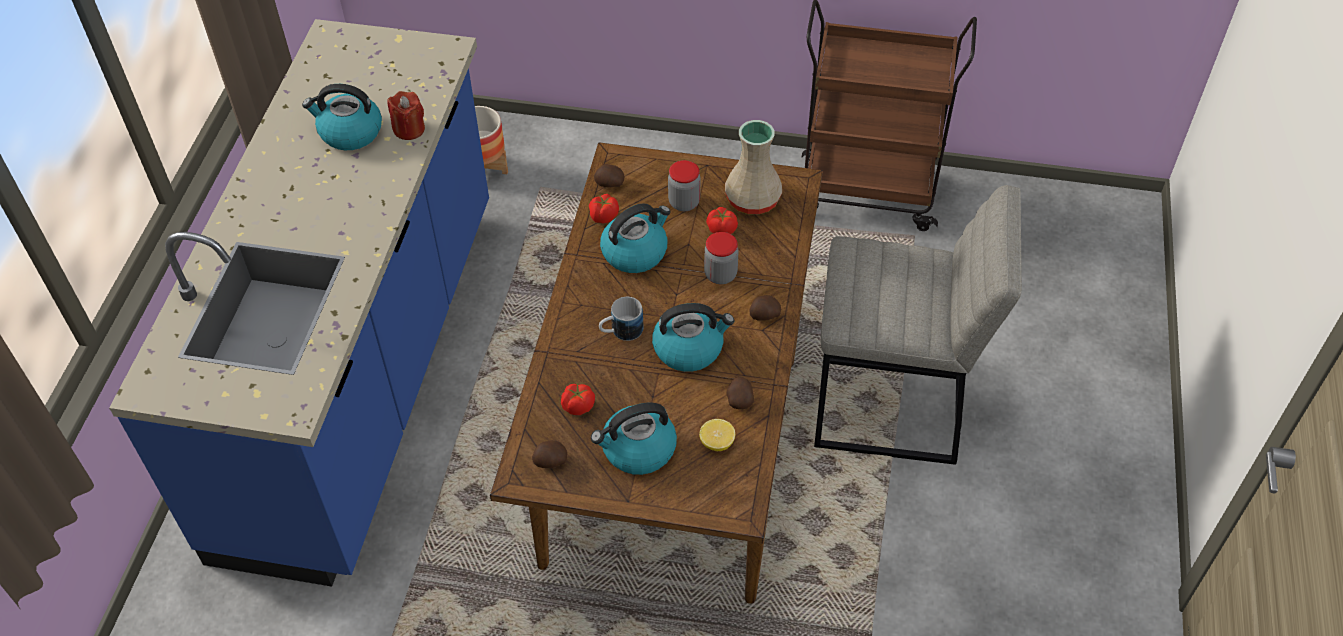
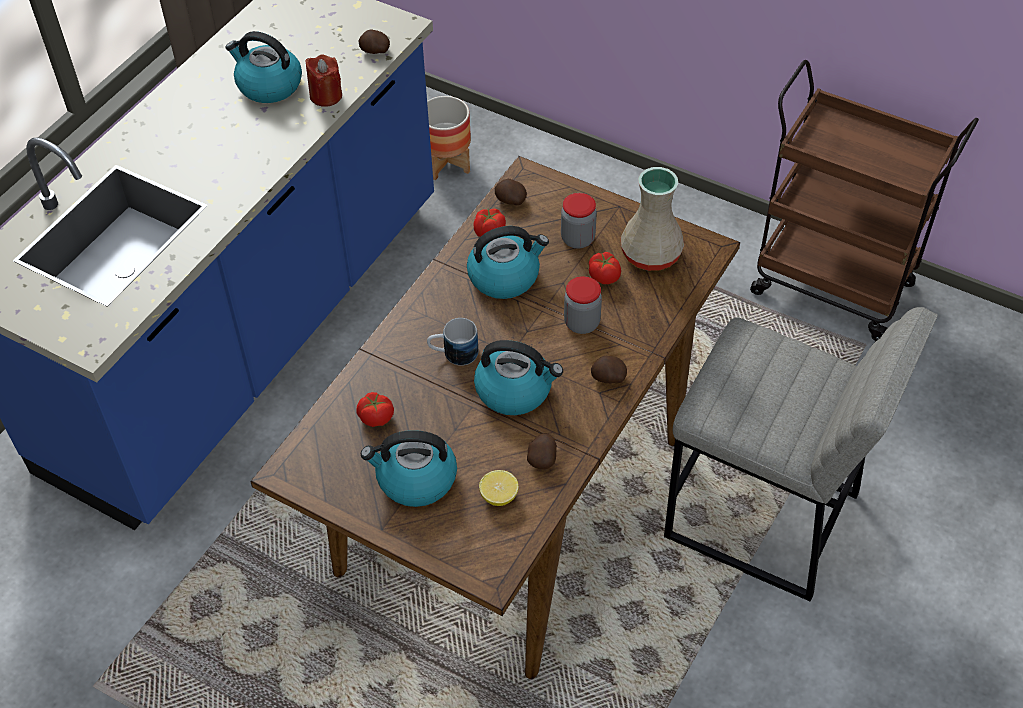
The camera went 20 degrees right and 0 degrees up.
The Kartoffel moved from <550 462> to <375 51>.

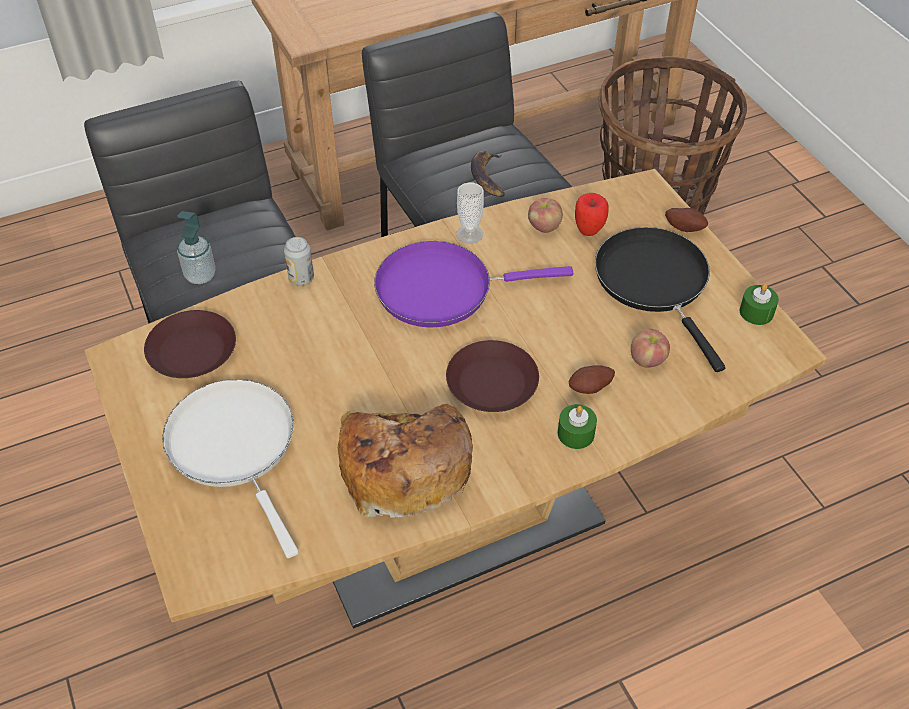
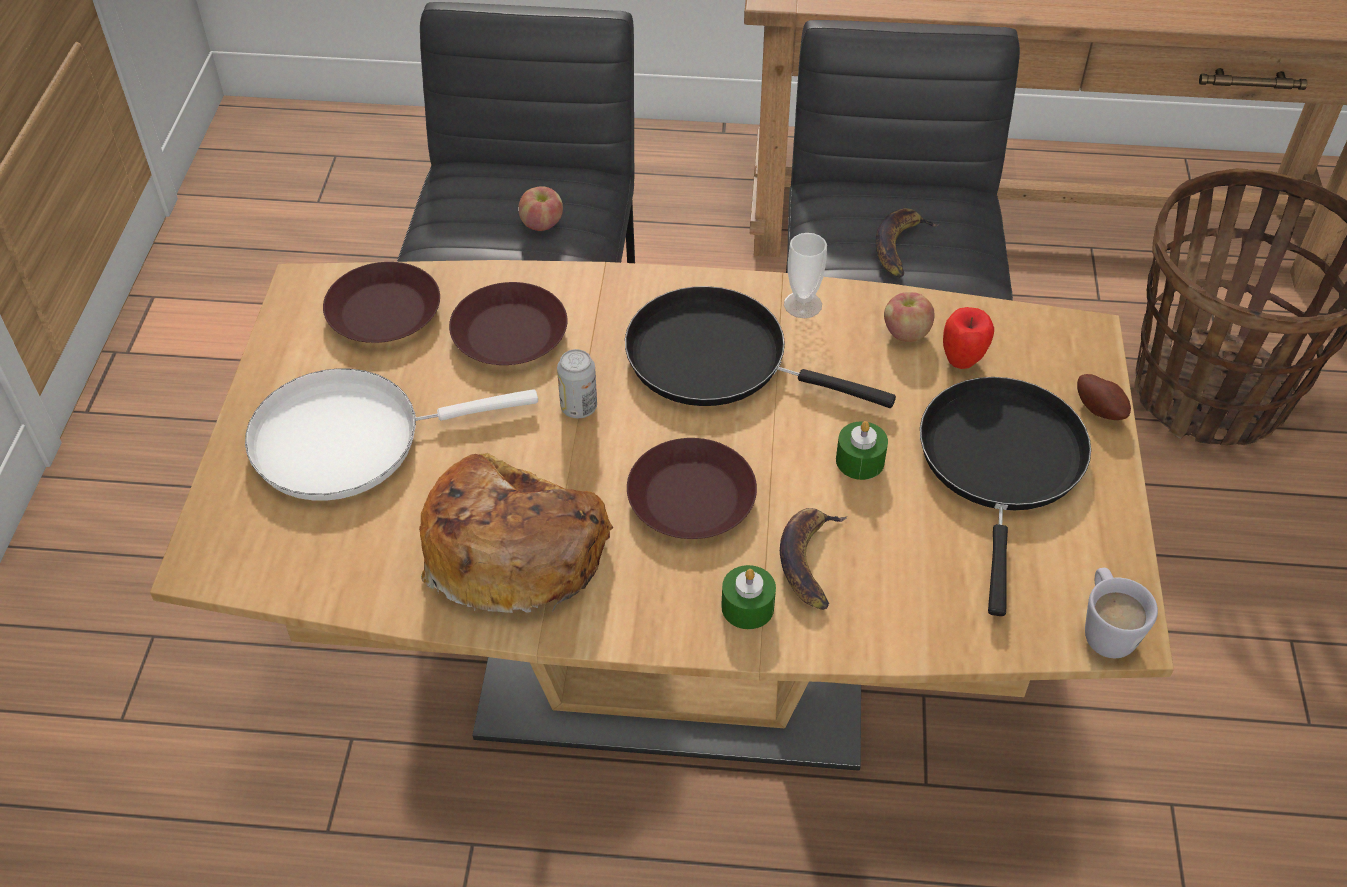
The camera went 30 degrees right and 0 degrees up.
The Seifenspender at <200 275> disappeared.
The Dose moved from <301 278> to <579 407>.
The Pfanne/lila at <442 289> became the Pfanne/schwarz at <718 358>.
The Kerze/grün moved from <756 312> to <860 460>.
The Apfel moved from <647 359> to <542 224>.
The Kartoffel at <590 388> was replaced by the Banane at <810 560>.
The Pfanne/weiß at <235 447> turned 105 degrees counterclockwise.
The Teller/braun at <508 334> appeared.
The Henkelbecher/weiß at <1105 629> appeared.

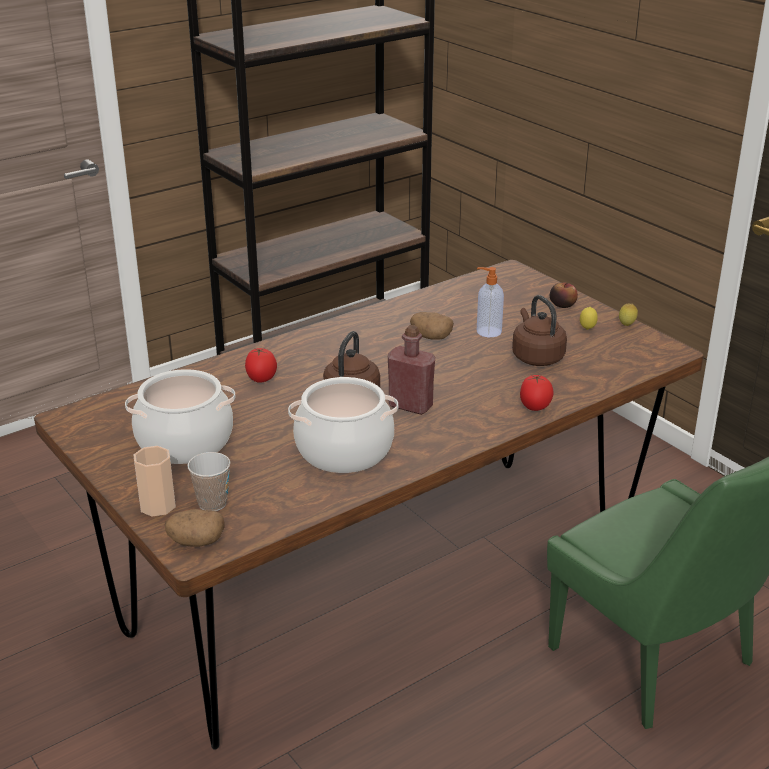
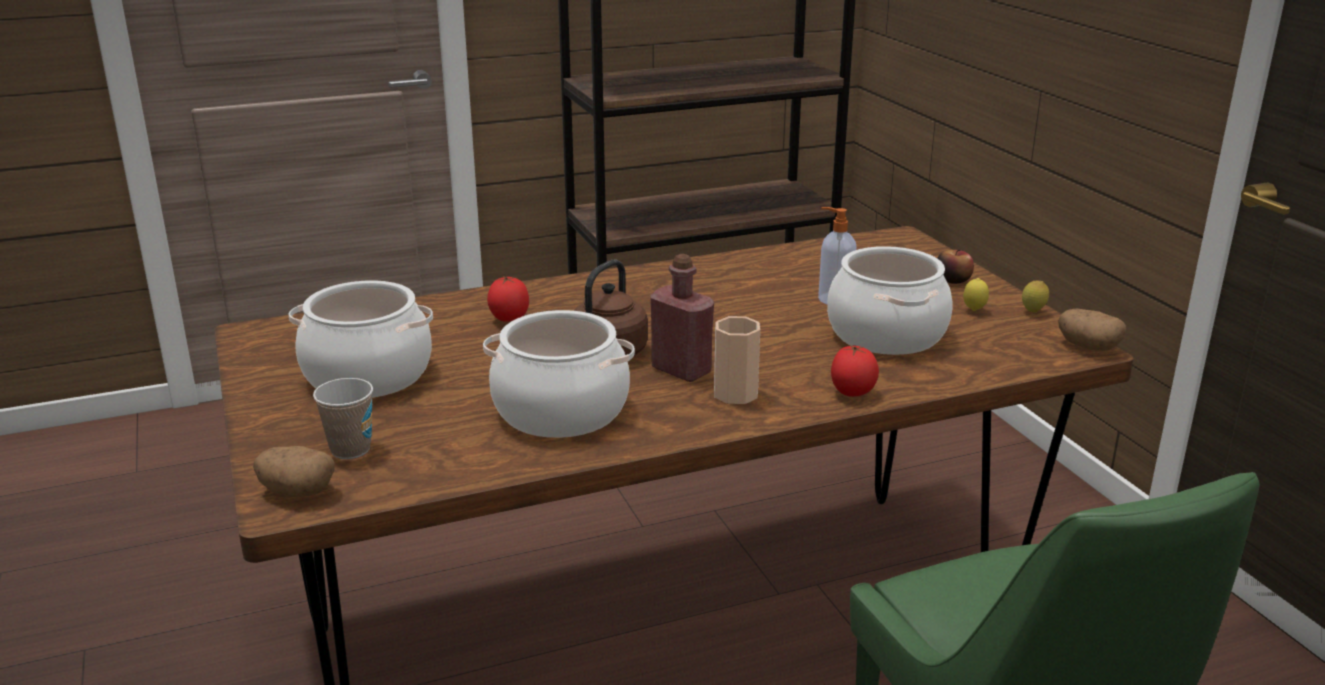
The camera went 15 degrees right and 5 degrees down.
The Wasserkessel/braun at <536 356> was replaced by the Kochtopf at <885 334>.
The Kartoffel moved from <431 337> to <1087 347>.
The Tasse moved from <157 506> to <735 394>.

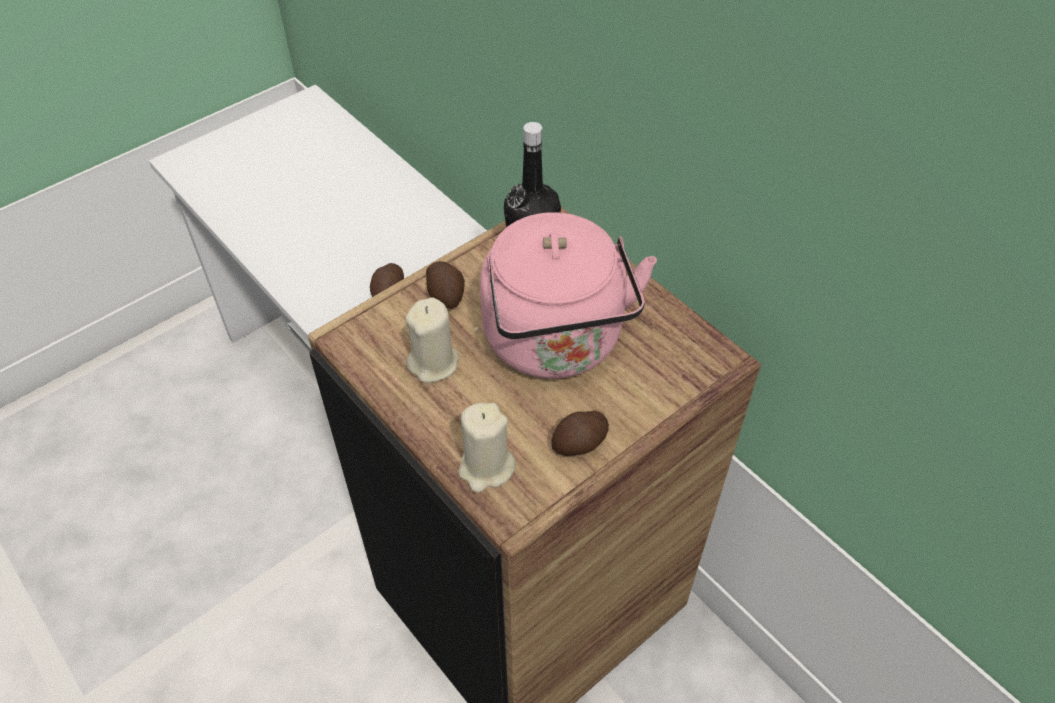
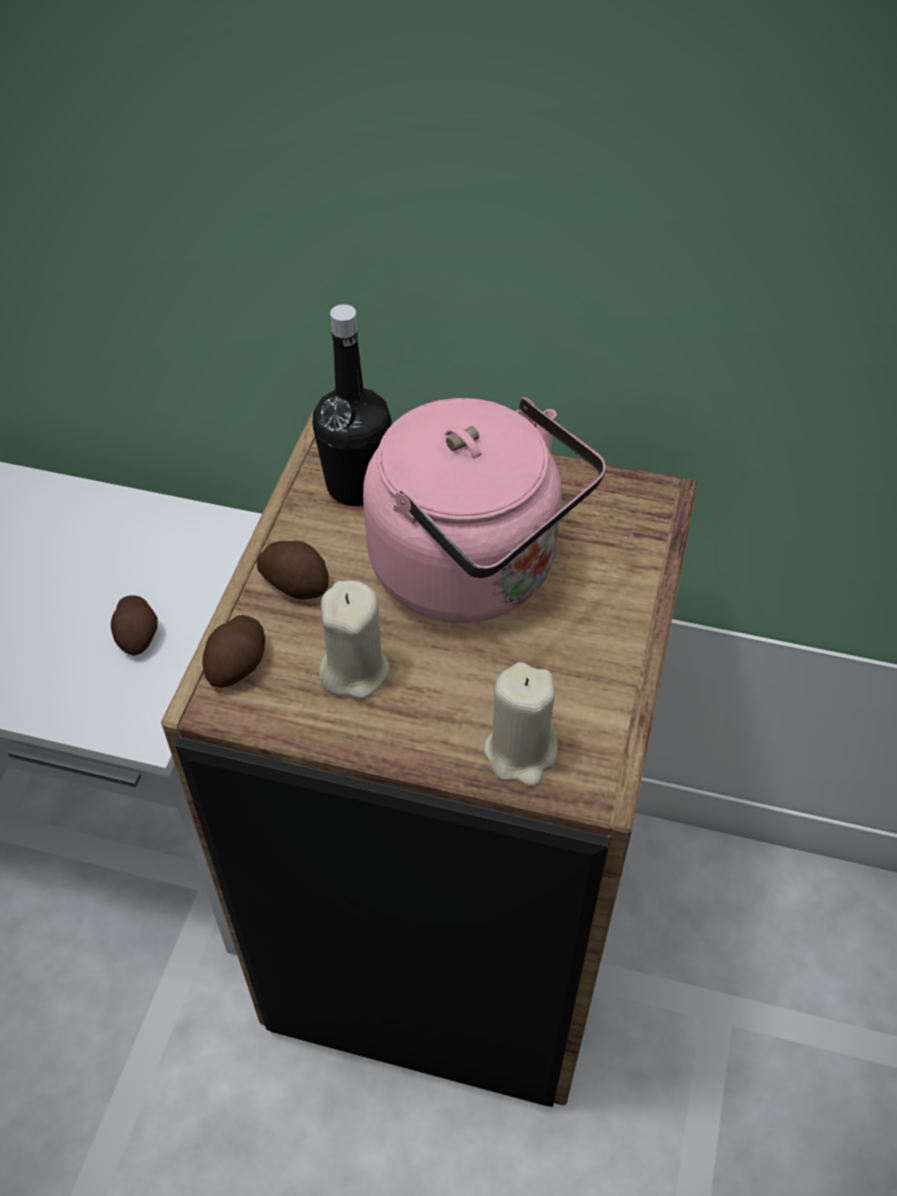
The camera went 35 degrees left and 0 degrees up.
The Kartoffel moved from <581 443> to <239 664>.

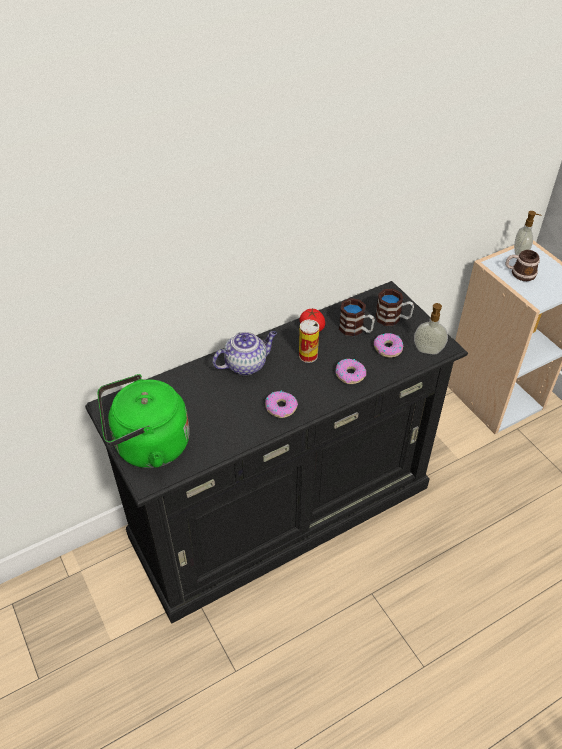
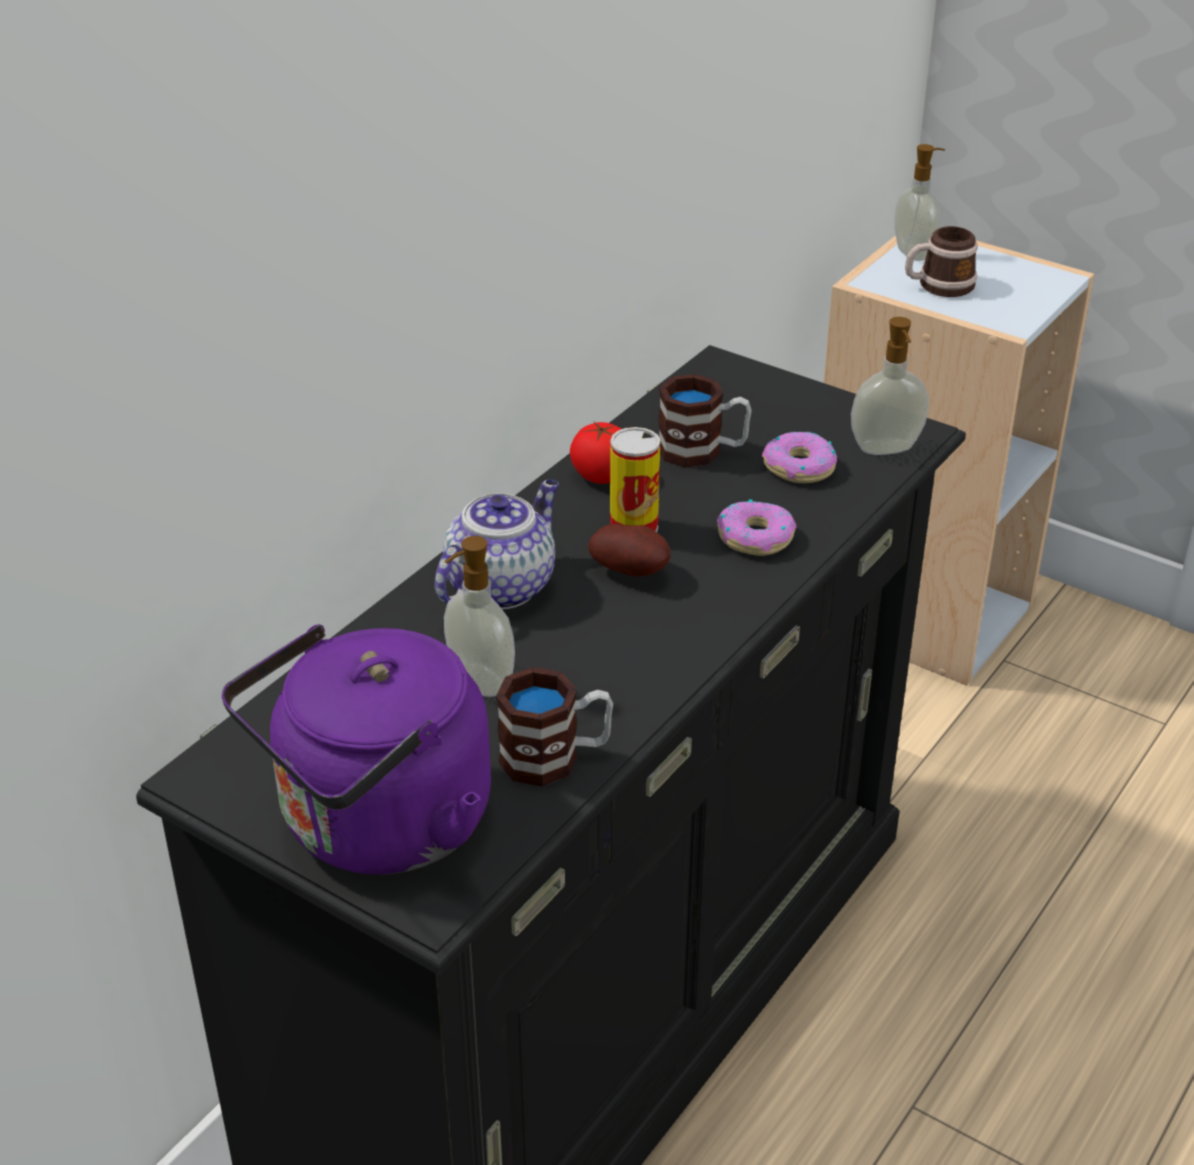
The camera went 25 degrees left and 10 degrees down.
The Henkelbecher moved from <393 319> to <556 757>.
The Wasserkessel/grün at <147 446> became the Wasserkessel/lila at <376 827>.
The Donut at <281 407> disappeared.
The Kartoffel at <632 572> appeared.
The Seifenspender at <478 682> appeared.

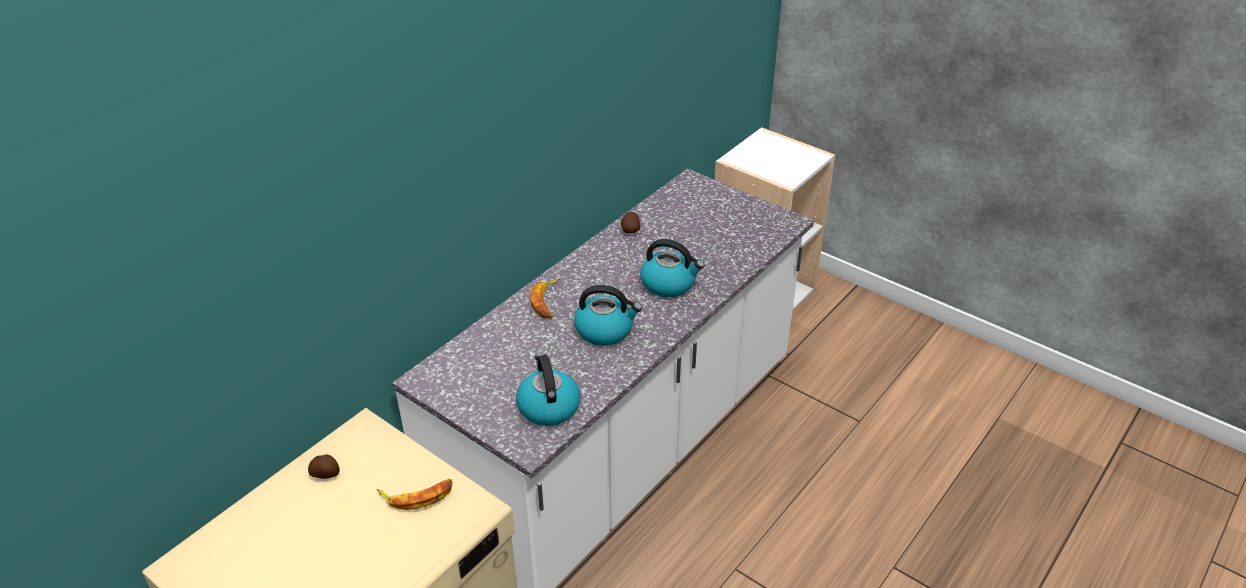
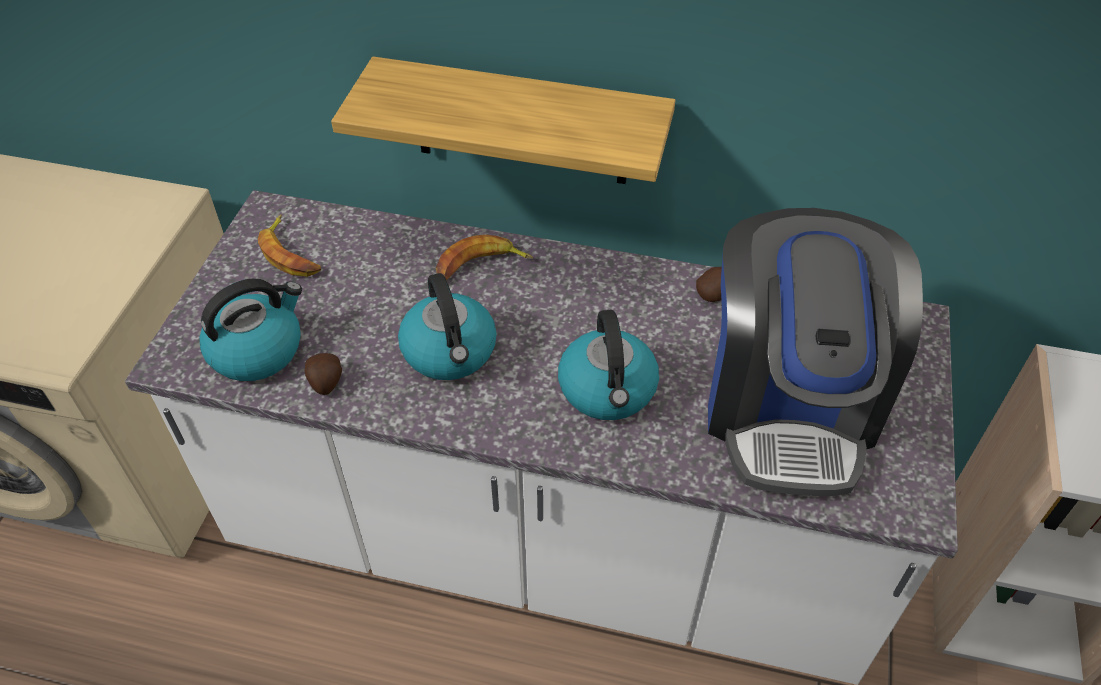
The camera went 65 degrees right and 10 degrees up.
The Kartoffel moved from <326 474> to <325 383>.
The Banane moved from <417 496> to <291 253>.
The Wandregal at <521 123> appeared.
The Kaffeemaschine at <788 405> appeared.

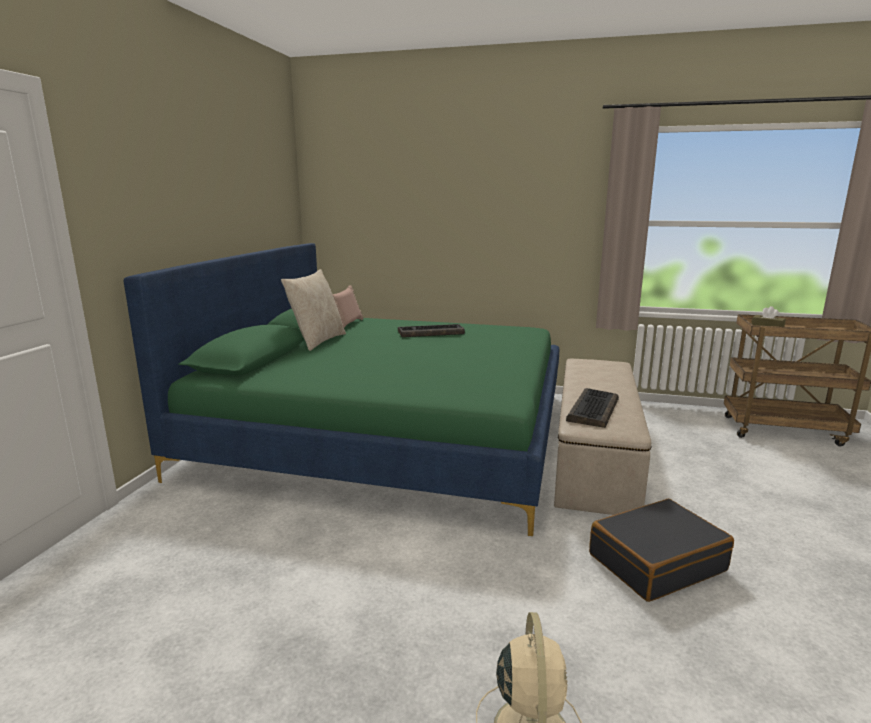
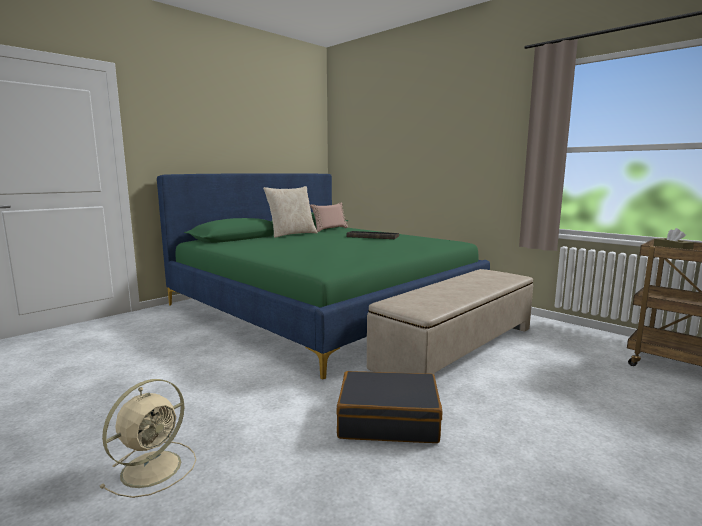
The camera went 30 degrees right and 5 degrees down.
The Tastatur at <592 409> disappeared.

